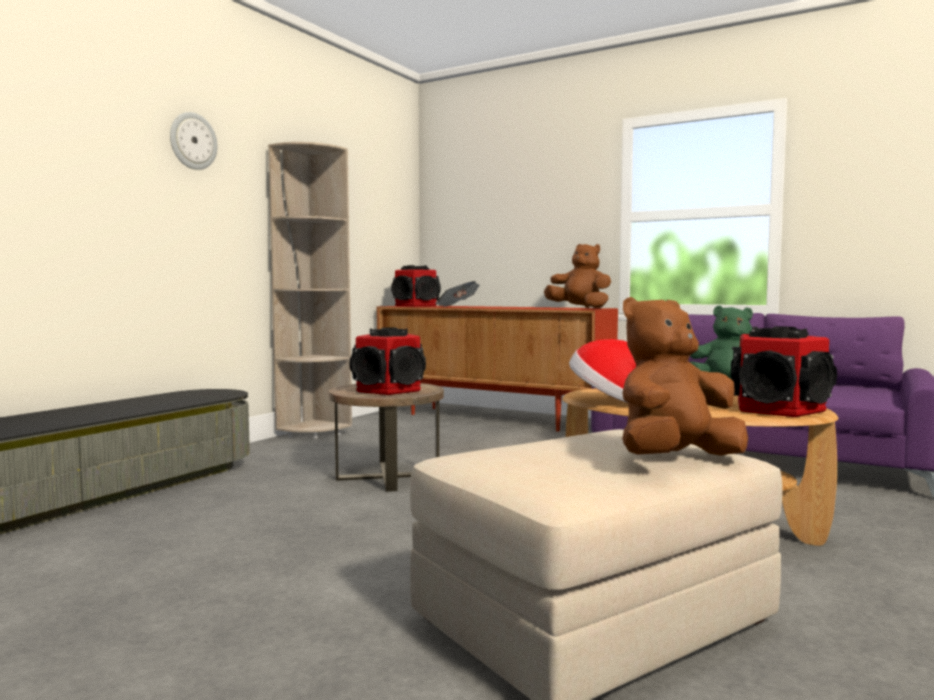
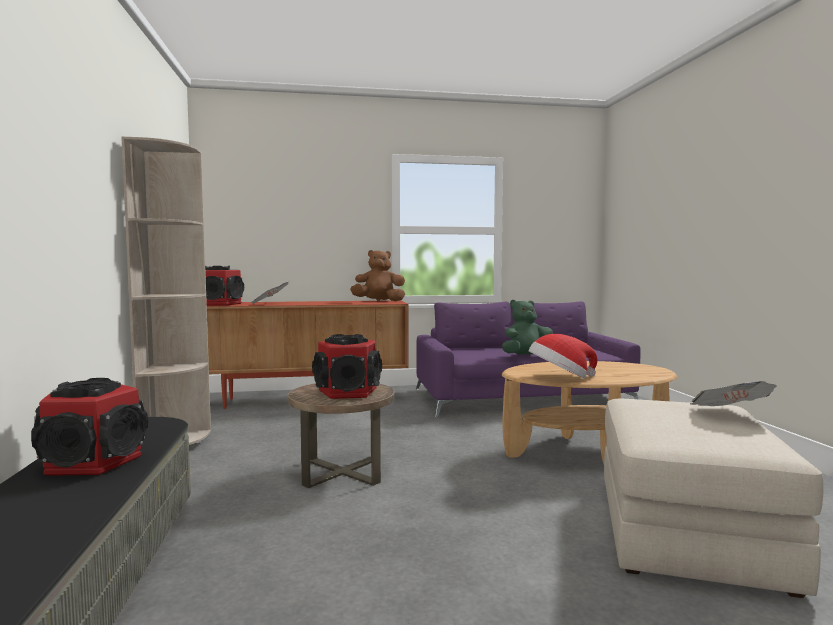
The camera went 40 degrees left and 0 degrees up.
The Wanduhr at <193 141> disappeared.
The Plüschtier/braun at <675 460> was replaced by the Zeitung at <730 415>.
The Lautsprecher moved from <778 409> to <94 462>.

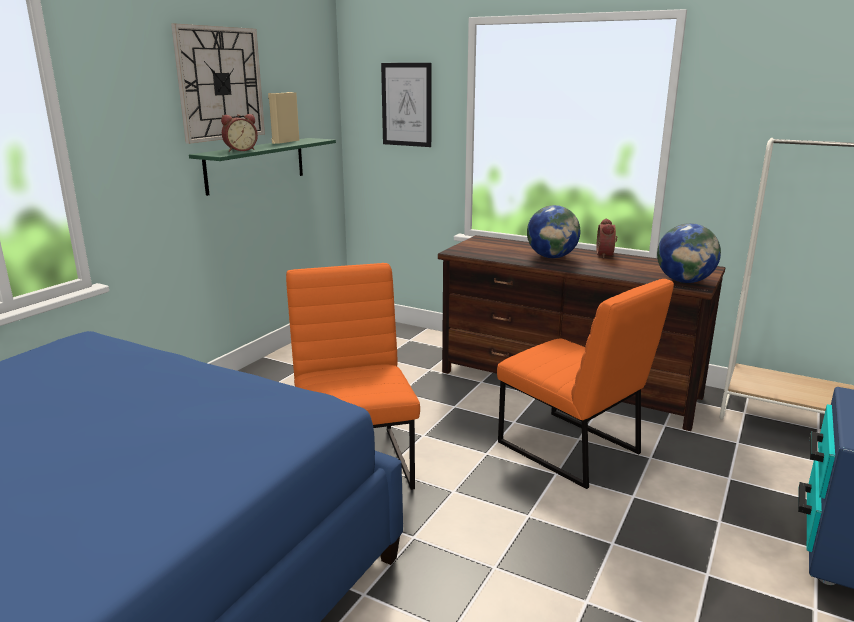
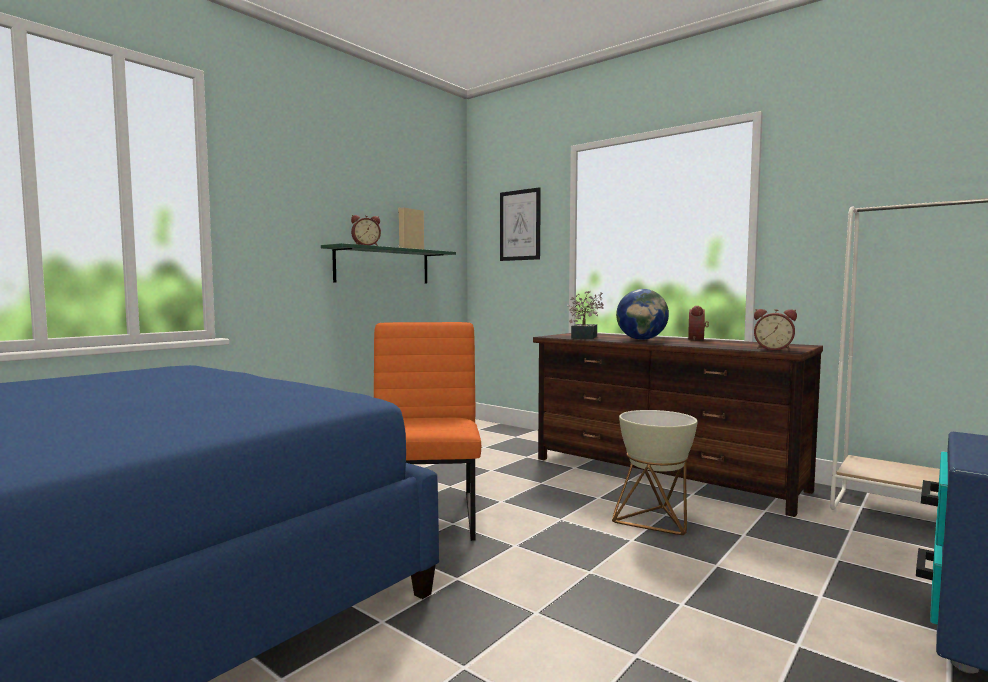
The camera went 10 degrees right and 15 degrees down.
The Wanduhr at <220 84> disappeared.
The Globus at <684 281> was replaced by the Wecker at <773 349>.
The Stuhl/orange at <571 449> was replaced by the Pflanzkübel at <654 522>.
The Topfpflanze at <585 337> appeared.

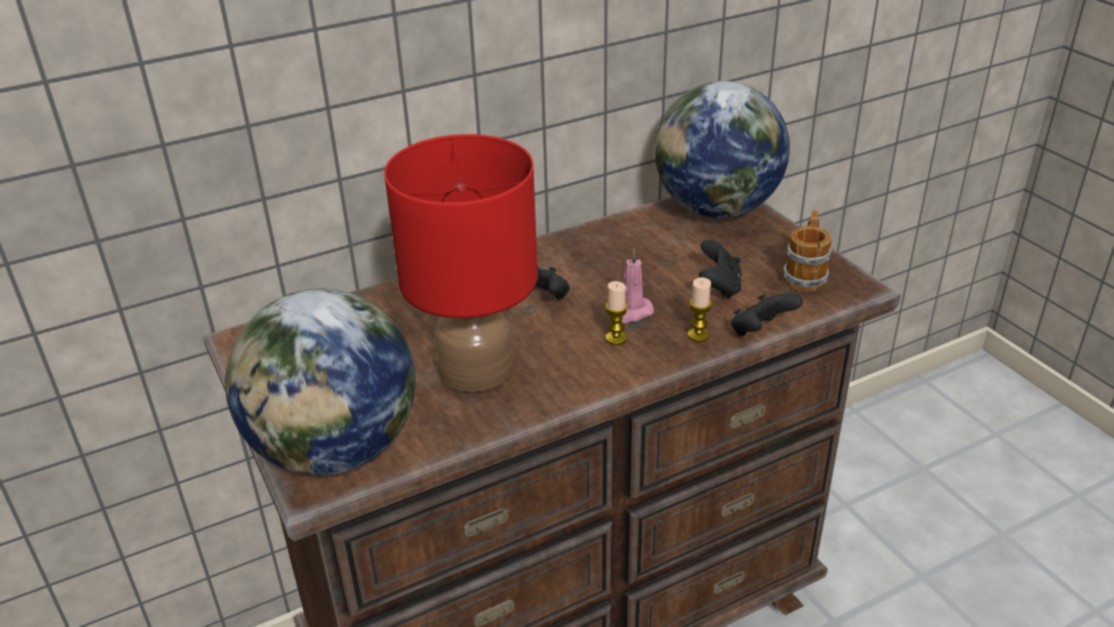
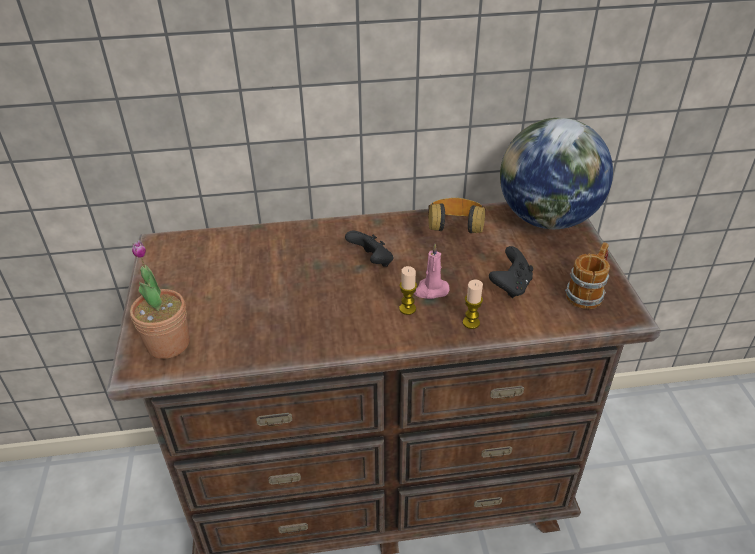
The camera went 20 degrees right and 5 degrees up.
The Tischlampe/rot at <477 369> disappeared.
The Globus at <336 451> was replaced by the Topfpflanze at <168 344>.
The Gamepad/schwarz at <760 332> disappeared.
The Kopfhörer at <455 231> appeared.

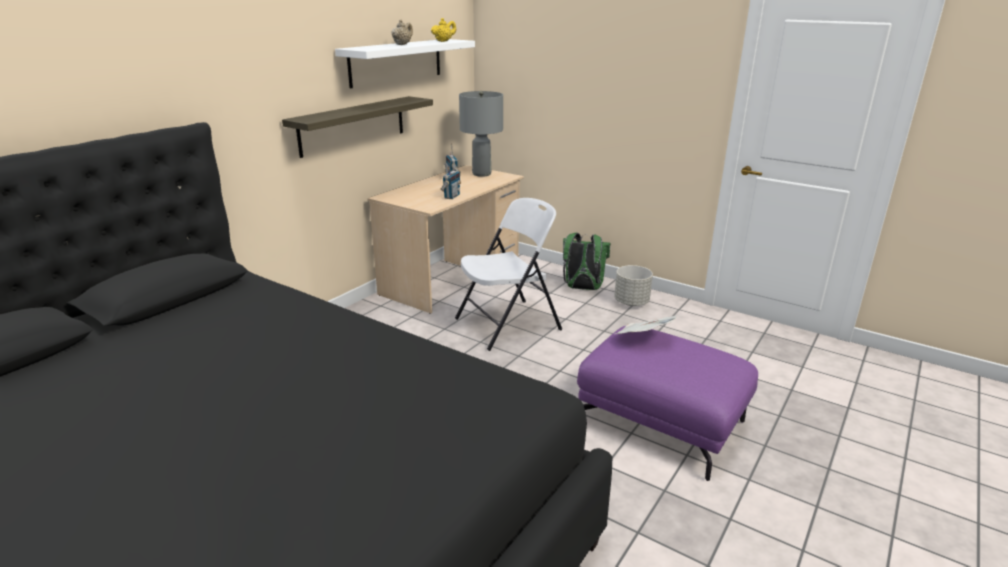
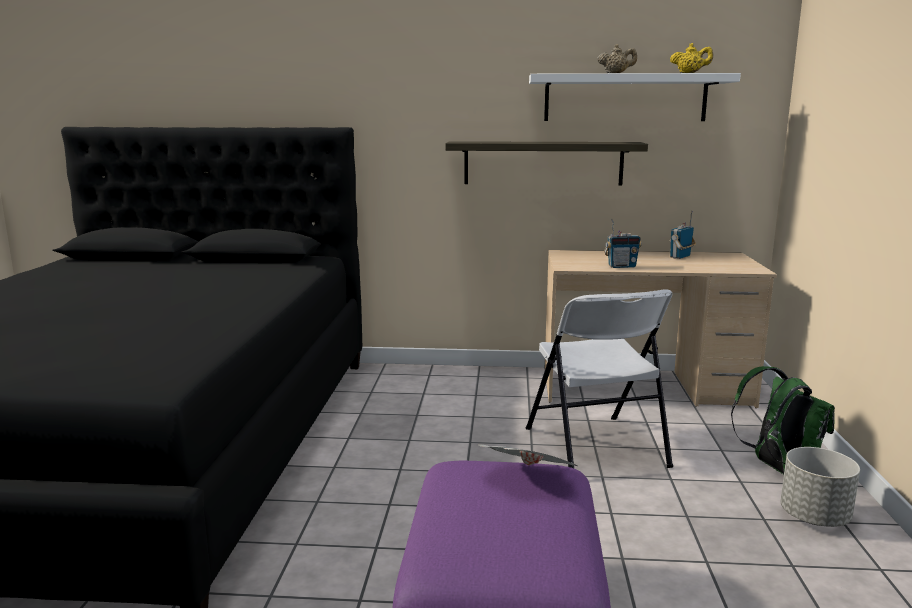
The camera went 60 degrees right and 10 degrees down.
The Tischlampe/grau at <481 174> disappeared.
The Stuhl/weiß at <508 324> turned 45 degrees clockwise.

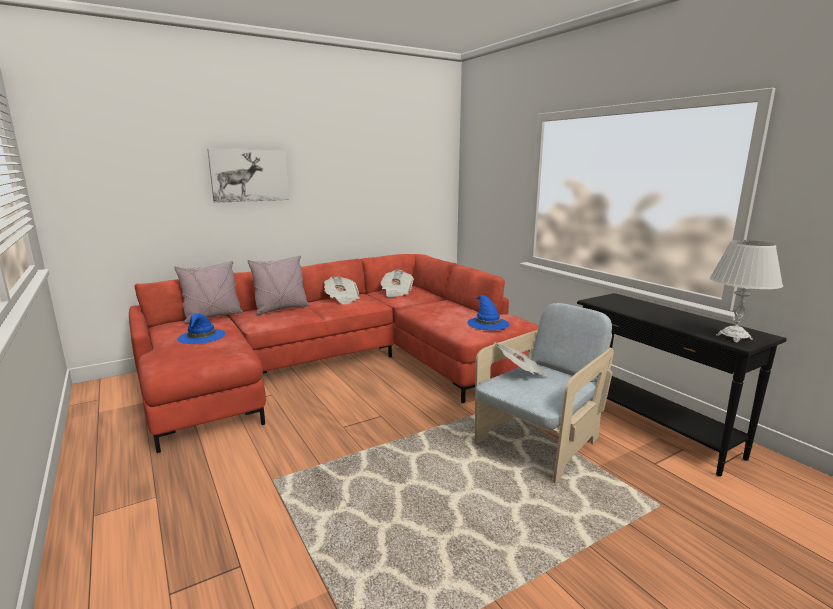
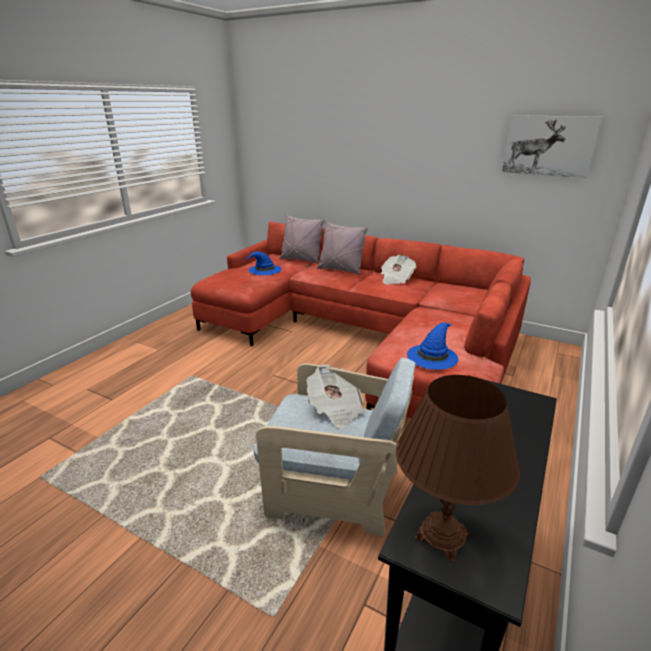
The camera went 60 degrees right and 10 degrees up.
The Bild moved from <249 175> to <549 145>.
The Tischlampe/weiß at <734 337> became the Tischlampe/braun at <442 536>.
The Zeitung at <396 293> disappeared.

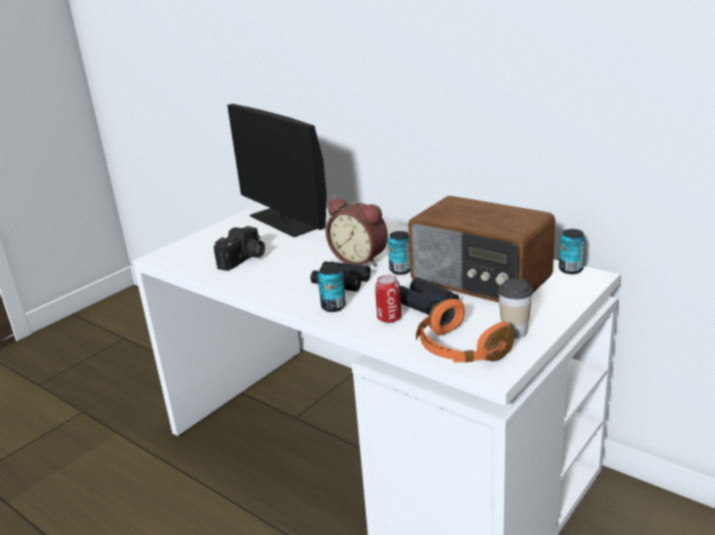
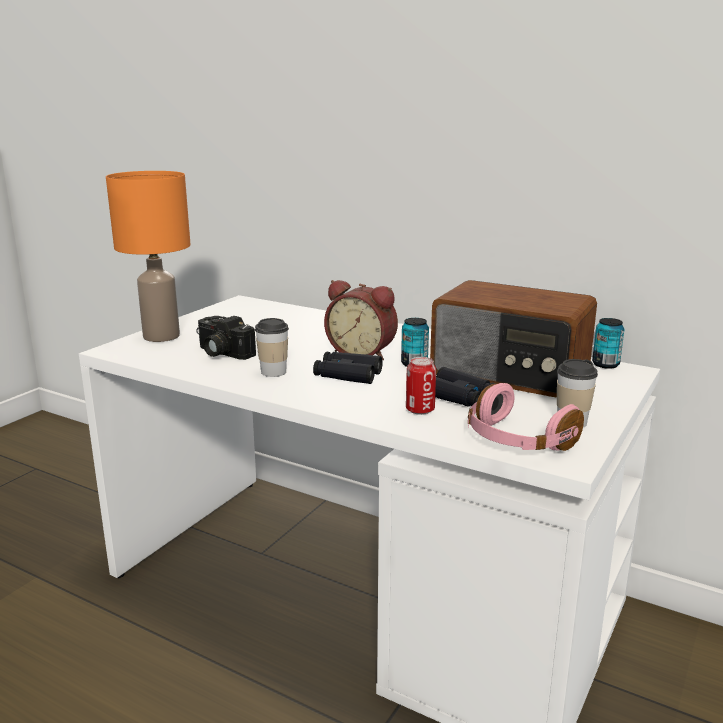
The camera went 10 degrees left and 5 degrees down.
The Monitor at <286 221> disappeared.
The Kamera at <244 259> turned 105 degrees clockwise.
The Dose at <333 307> disappeared.
The Kopfhörer/orange at <459 350> became the Kopfhörer/rosa at <516 440>.
The Tischlampe/orange at <162 336> appeared.
The Tasse at <273 372> appeared.

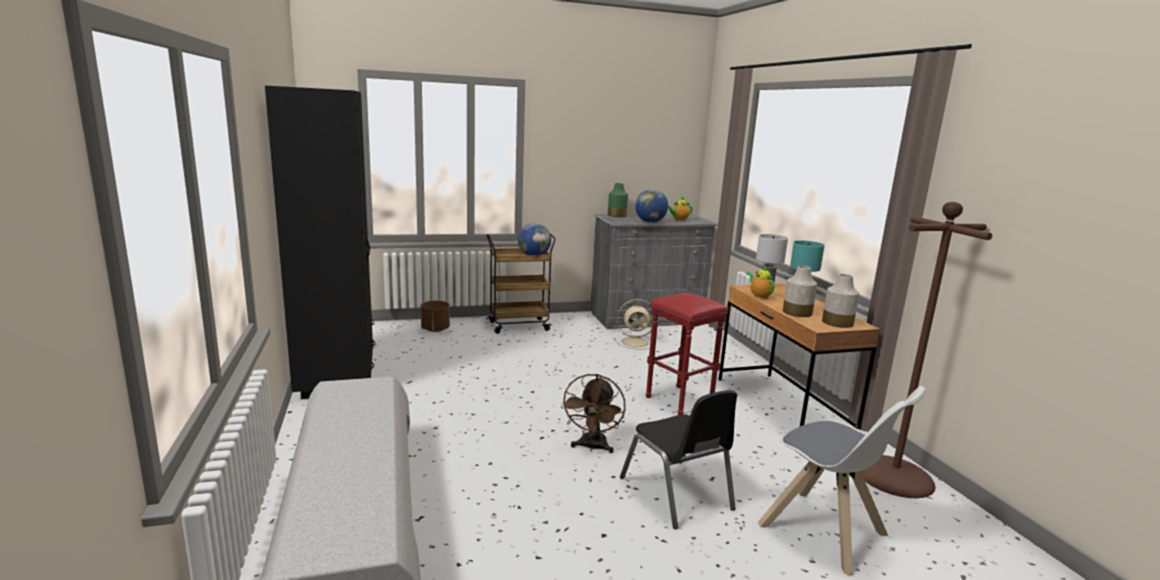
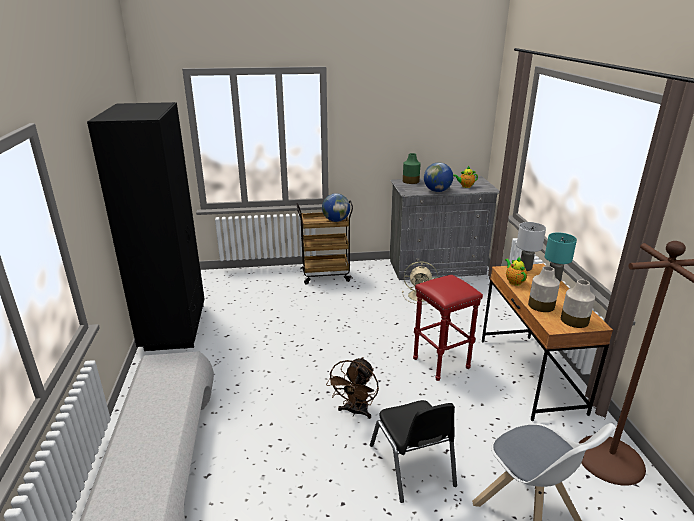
The camera went 10 degrees right and 10 degrees up.
The Pflanzkübel/braun at <435 330> disappeared.

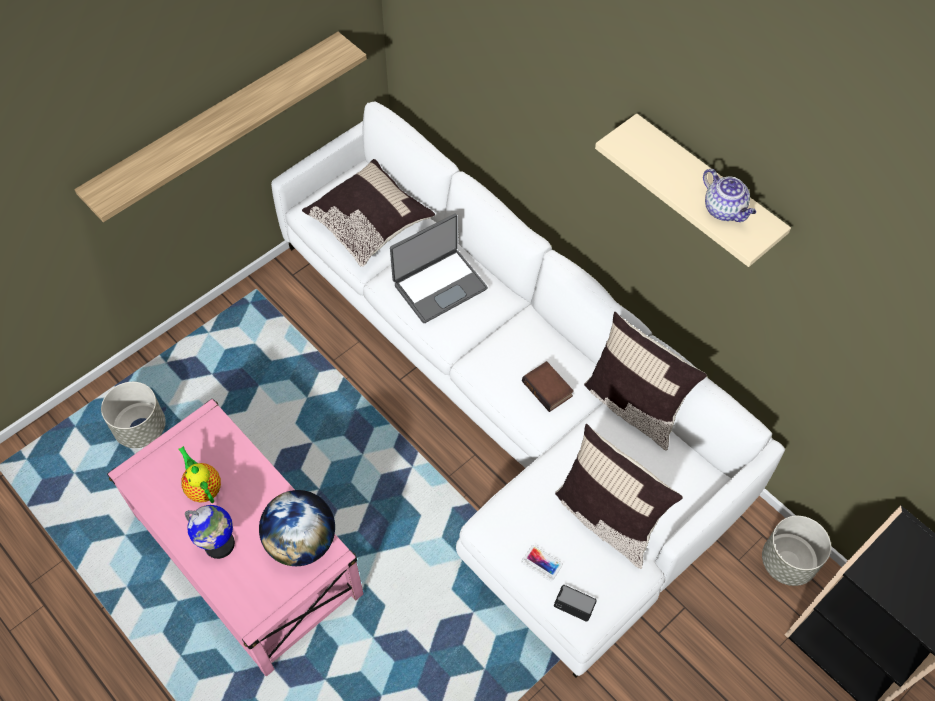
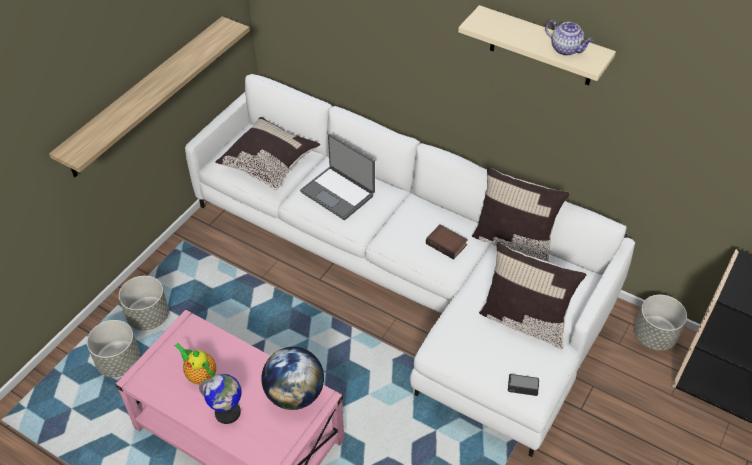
The camera went 15 degrees left and 10 degrees down.
The Laptop at <439 285> turned 90 degrees clockwise.
The Handy at <542 563> disappeared.
The Pflanzkübel/grau at <149 316> appeared.

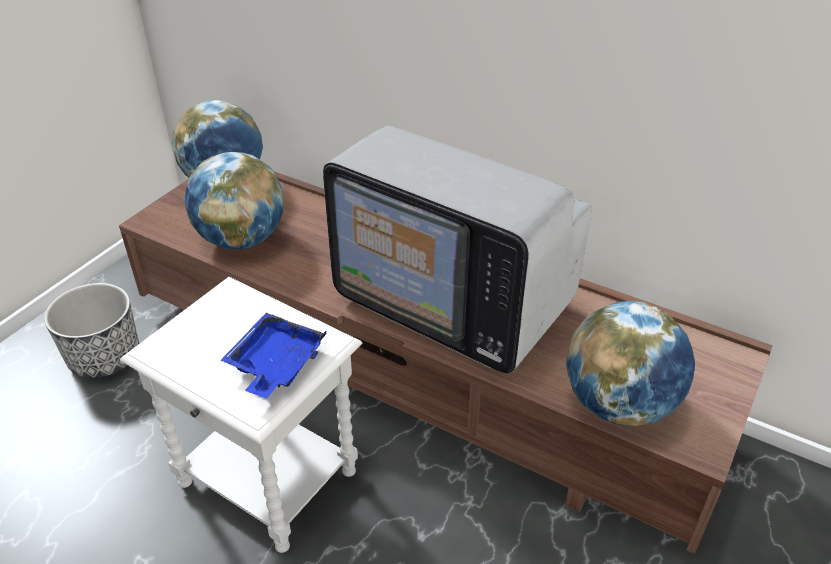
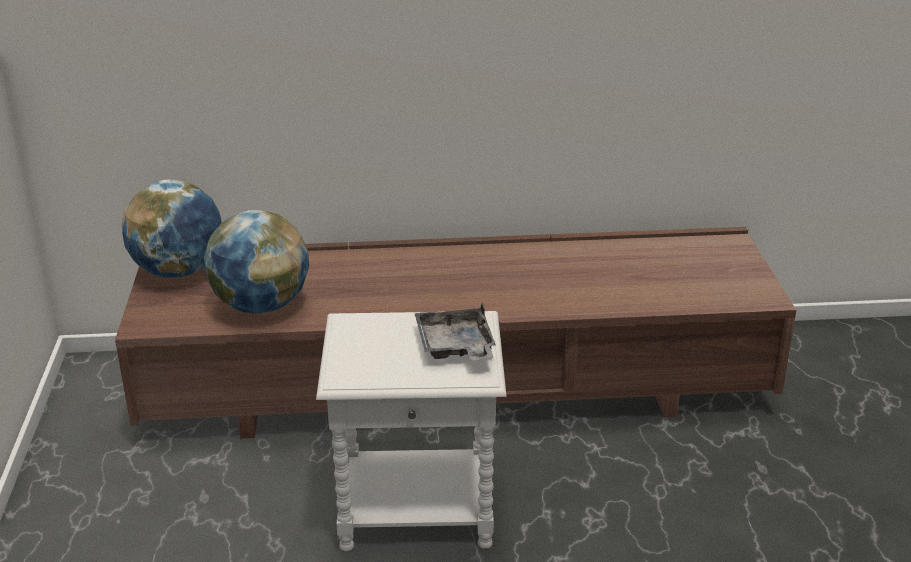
The camera went 35 degrees left and 10 degrees down.
The Fernseher at <454 302> disappeared.
The Pflanzkübel at <104 357> disappeared.
The Globus at <619 404> disappeared.
The Tablett/blau at <275 364> became the Tablett/grau at <456 347>.

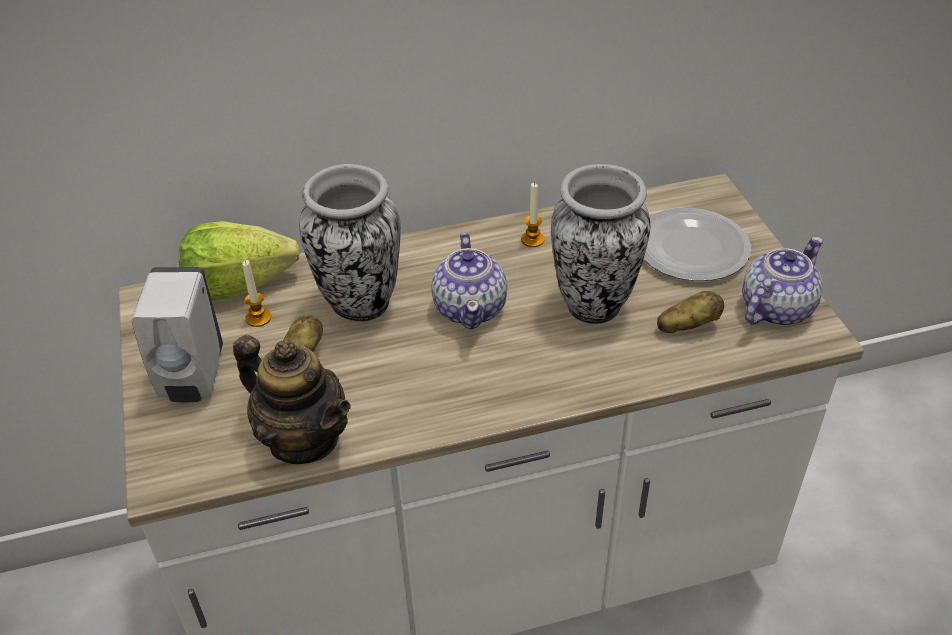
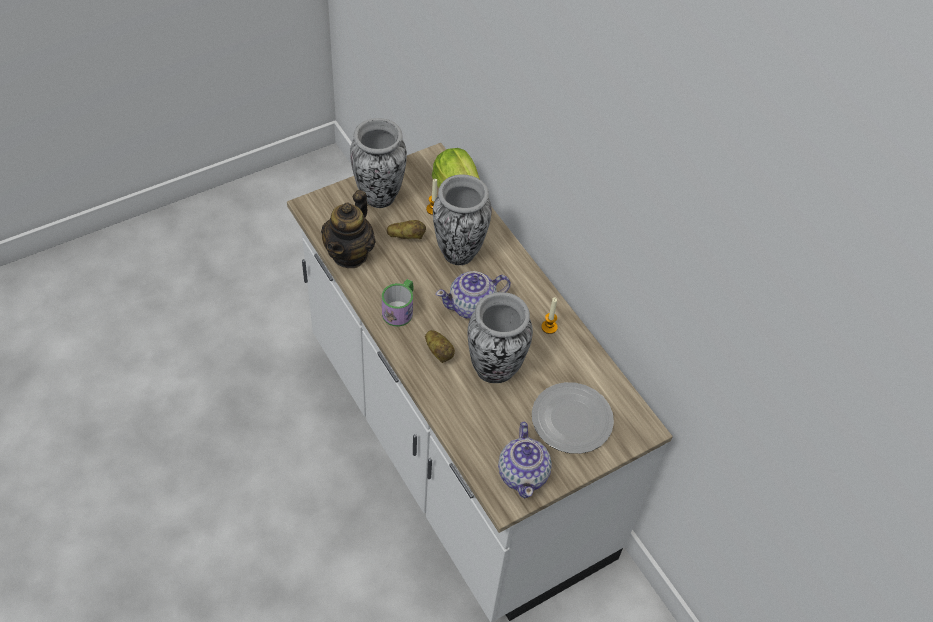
The camera went 70 degrees right and 10 degrees up.
The Teekanne at <775 309> turned 60 degrees clockwise.
The Seifenspender/weiß at <192 379> was replaced by the Vase at <379 196>.
The Kartoffel moved from <687 326> to <439 352>.
The Henkelbecher at <400 309> appeared.

